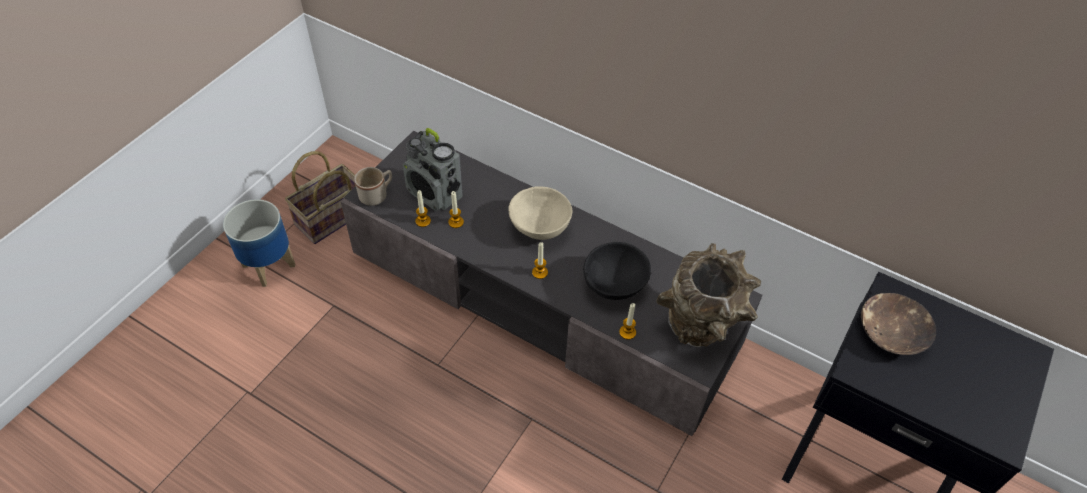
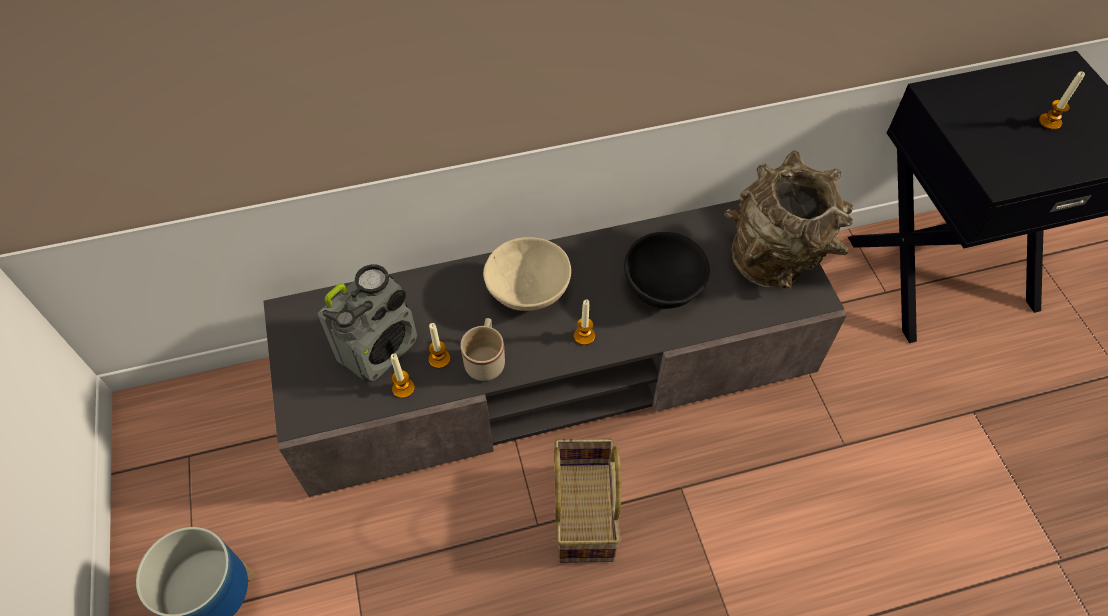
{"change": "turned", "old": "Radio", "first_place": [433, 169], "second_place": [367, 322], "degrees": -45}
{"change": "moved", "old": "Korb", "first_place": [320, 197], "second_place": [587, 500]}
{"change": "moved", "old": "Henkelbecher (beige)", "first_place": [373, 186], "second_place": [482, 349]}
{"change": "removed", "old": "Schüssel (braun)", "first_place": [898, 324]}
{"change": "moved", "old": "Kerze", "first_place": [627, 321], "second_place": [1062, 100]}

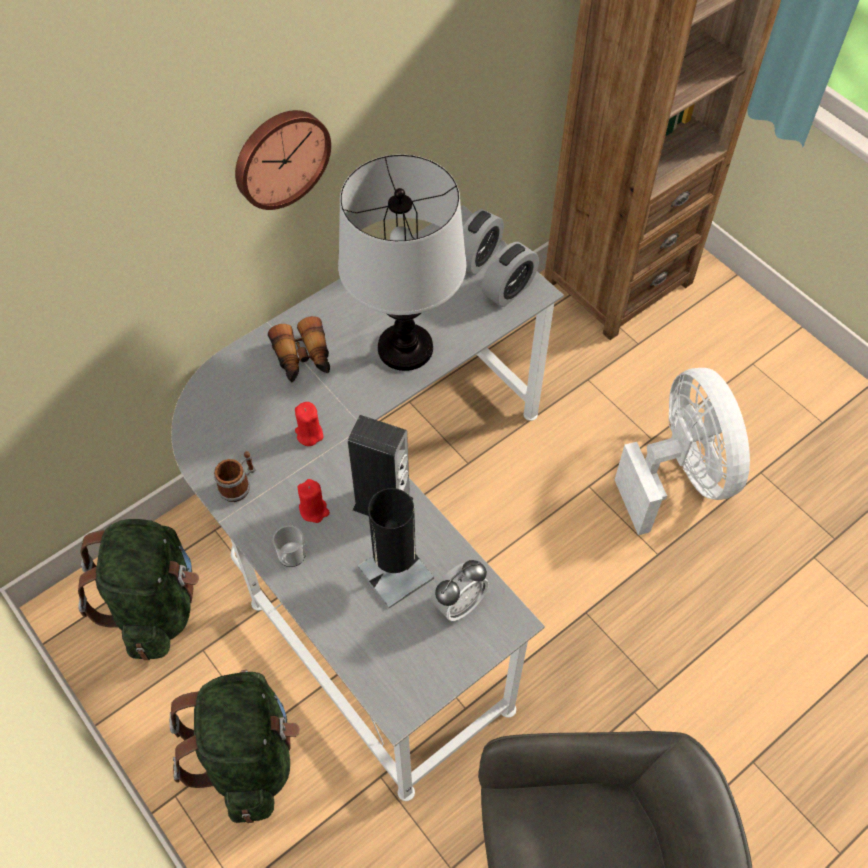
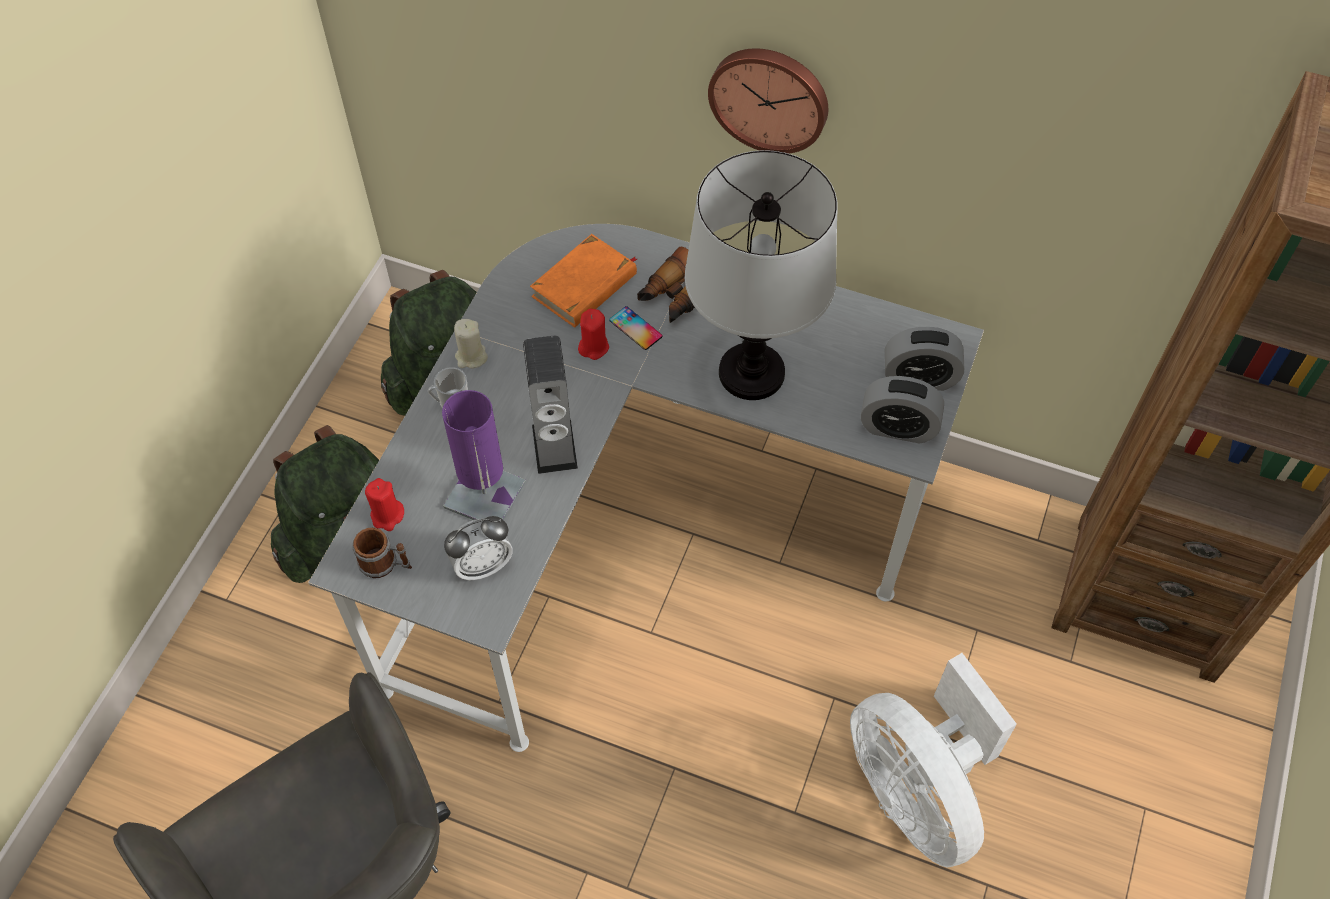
{"change": "turned", "old": "Ventilator (weiß)", "first_place": [682, 451], "second_place": [933, 760], "degrees": 105}
{"change": "moved", "old": "Henkelbecher", "first_place": [234, 476], "second_place": [382, 553]}
{"change": "moved", "old": "Kerze (rot)", "first_place": [314, 501], "second_place": [384, 504]}
{"change": "recoloured", "old": "Tischlampe (schwarz)", "new": "Tischlampe (lila)", "first_place": [396, 548], "second_place": [484, 455]}
{"change": "turned", "old": "Wecker", "first_place": [460, 590], "second_place": [478, 548], "degrees": -45}
{"change": "added", "new": "Buch (orange)", "second_place": [583, 281]}
{"change": "added", "new": "Handy", "second_place": [636, 328]}
{"change": "added", "new": "Kerze (beige)", "second_place": [471, 343]}

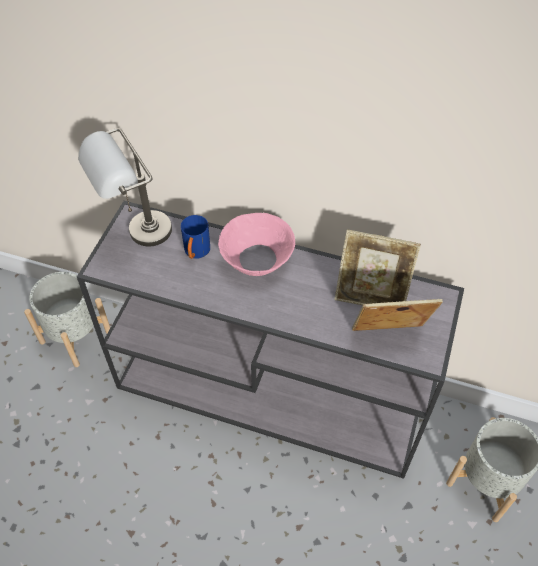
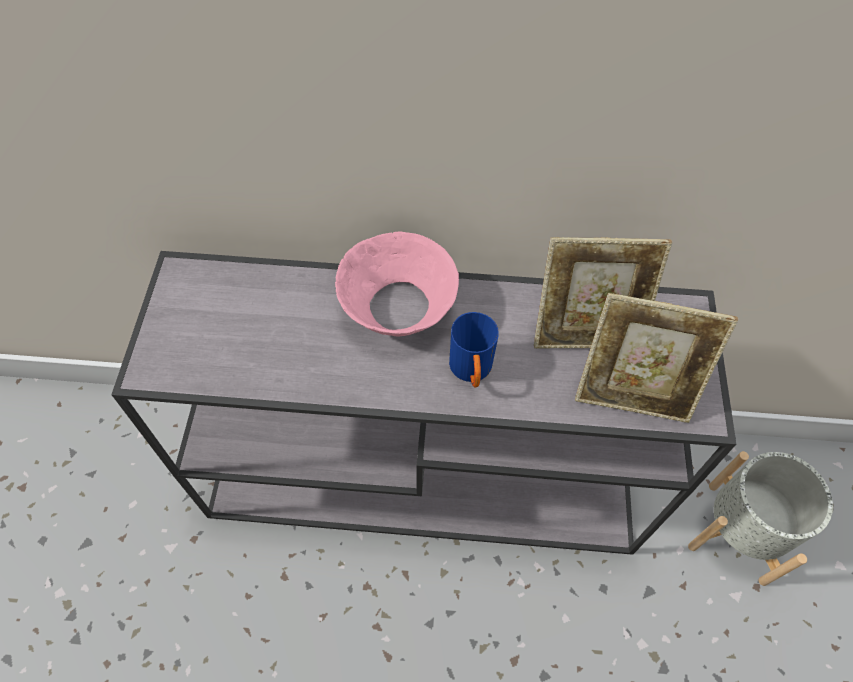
{"change": "removed", "old": "Tischlampe (grau)", "first_place": [125, 187]}
{"change": "moved", "old": "Henkelbecher (blau)", "first_place": [195, 237], "second_place": [474, 349]}
{"change": "removed", "old": "Pflanzkübel (grau)", "first_place": [67, 319]}
{"change": "turned", "old": "Bilderrahmen", "first_place": [397, 315], "second_place": [656, 358], "degrees": -150}

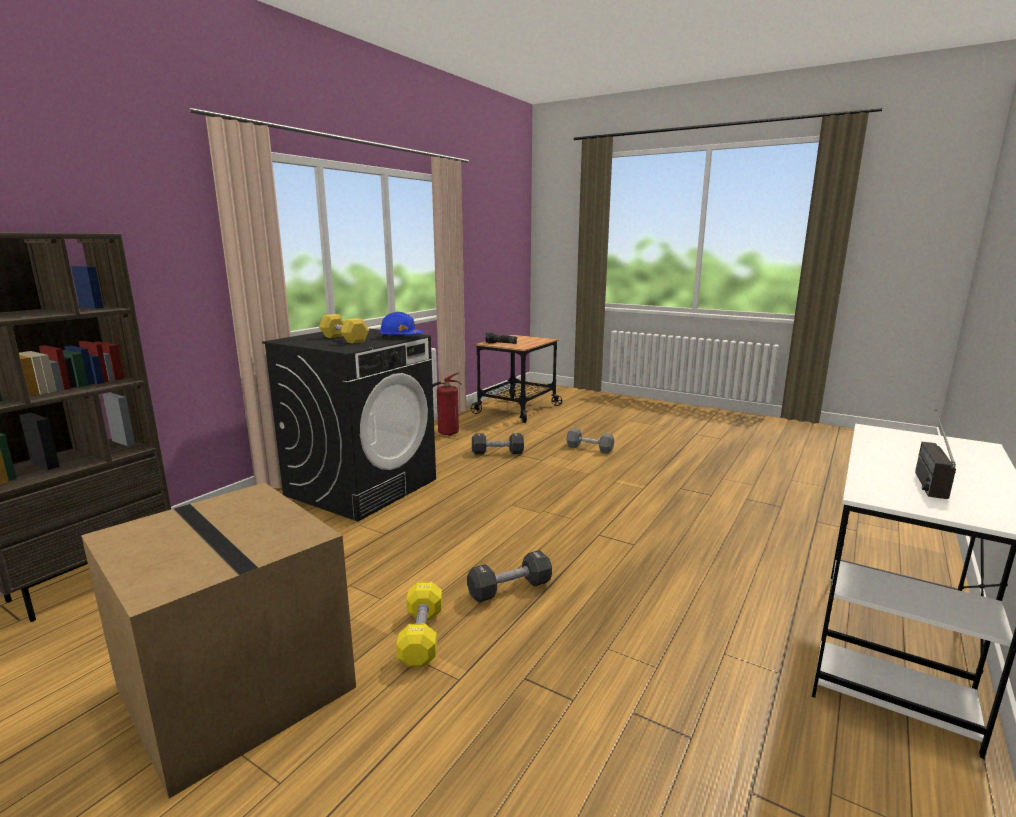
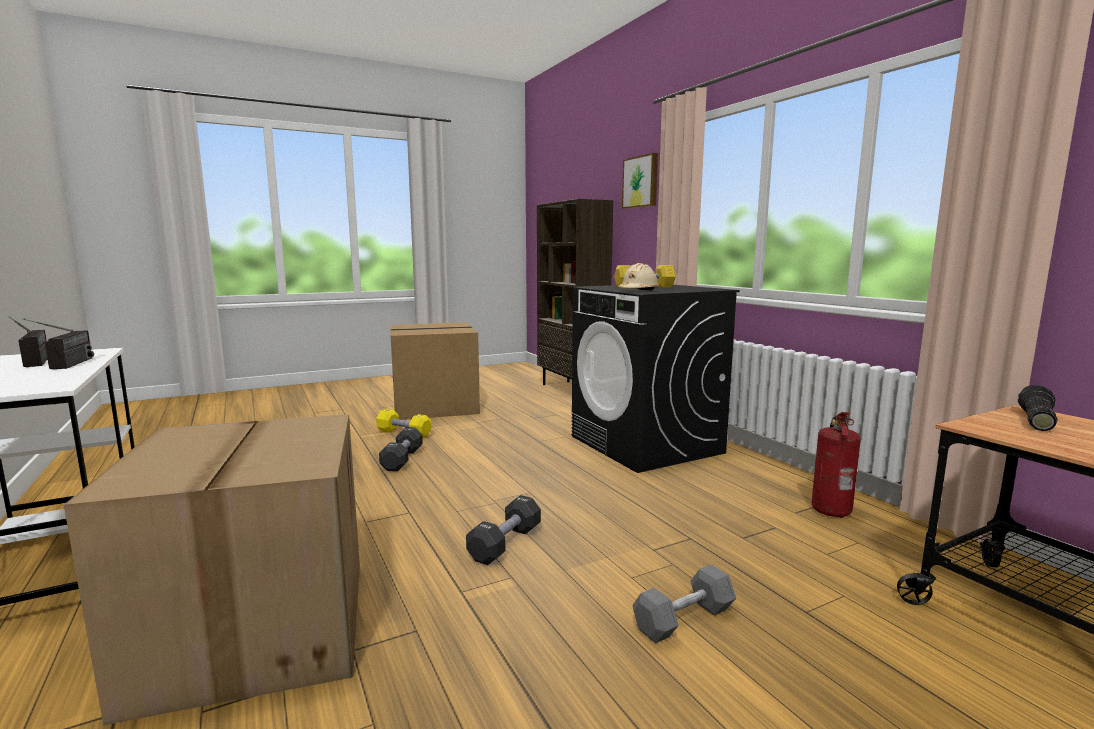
{"change": "recoloured", "old": "Schutzhelm (blau)", "new": "Schutzhelm (beige)", "first_place": [400, 324], "second_place": [638, 277]}
{"change": "moved", "old": "Hantel (schwarz)", "first_place": [498, 443], "second_place": [503, 530]}
{"change": "added", "new": "Bild", "second_place": [640, 181]}
{"change": "added", "new": "Radio", "second_place": [58, 344]}
{"change": "added", "new": "Karton", "second_place": [212, 569]}

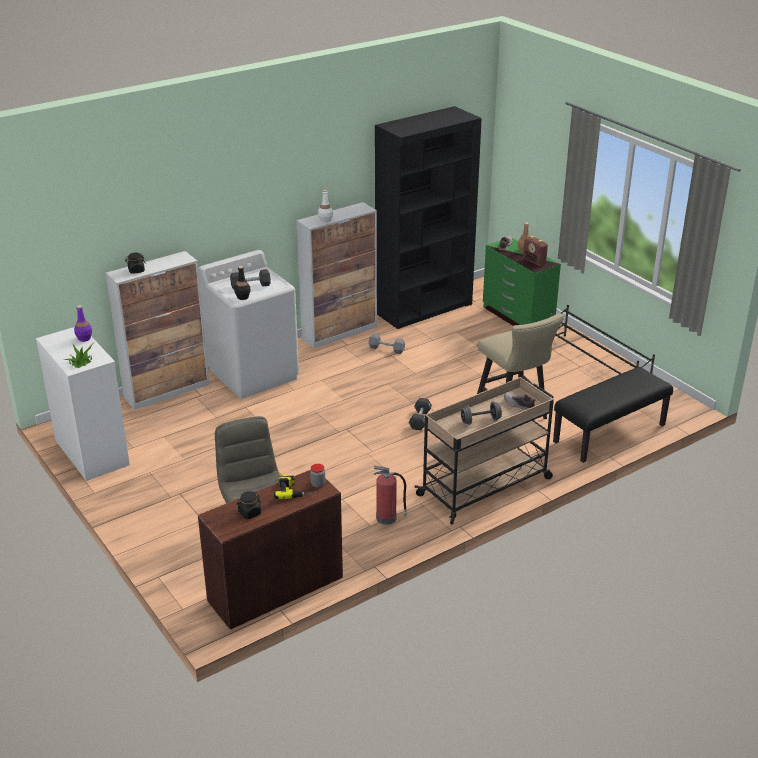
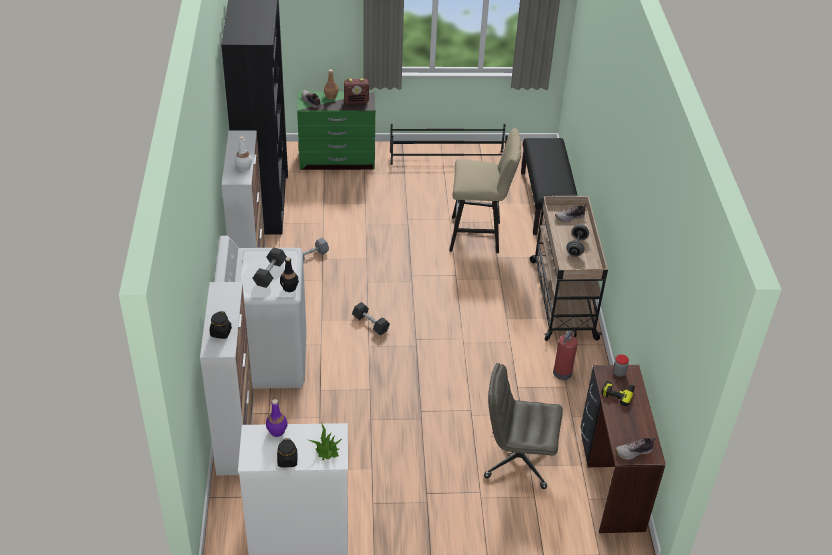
{"change": "moved", "old": "Hantel (schwarz)", "first_place": [420, 414], "second_place": [371, 319]}
{"change": "moved", "old": "Vorratsglas (schwarz)", "first_place": [249, 505], "second_place": [287, 452]}
{"change": "added", "new": "Schuh", "second_place": [635, 449]}

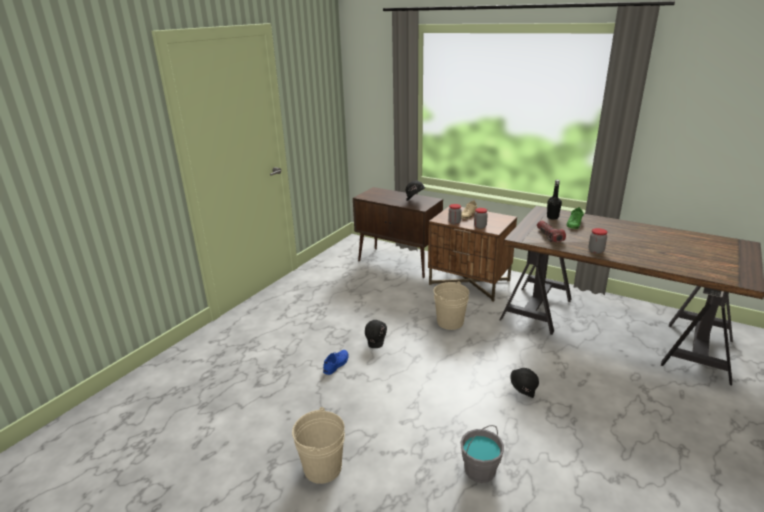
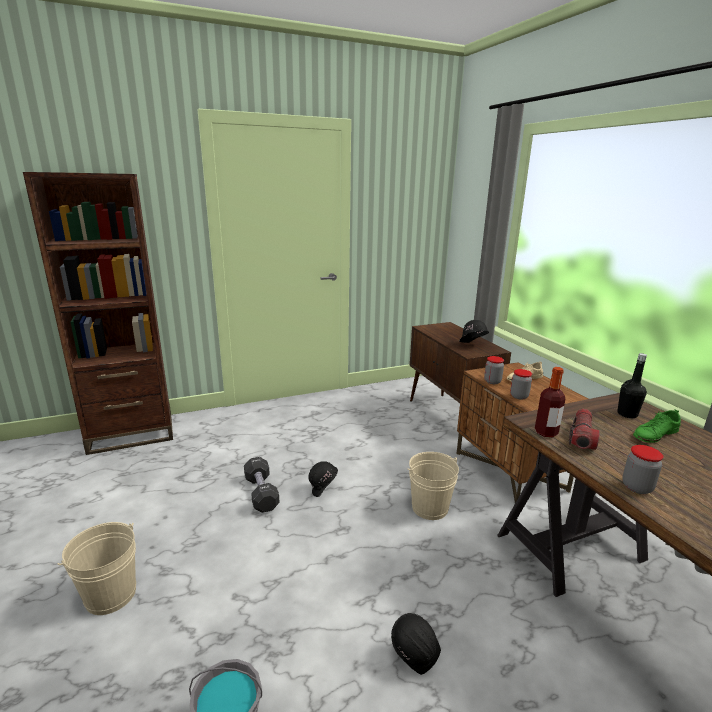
{"change": "replaced", "old": "Schuh (blau)", "new": "Hantel (schwarz)", "first_place": [336, 362], "second_place": [261, 485]}
{"change": "added", "new": "Bücherregal (braun)", "second_place": [98, 313]}
{"change": "added", "new": "Flasche", "second_place": [550, 402]}

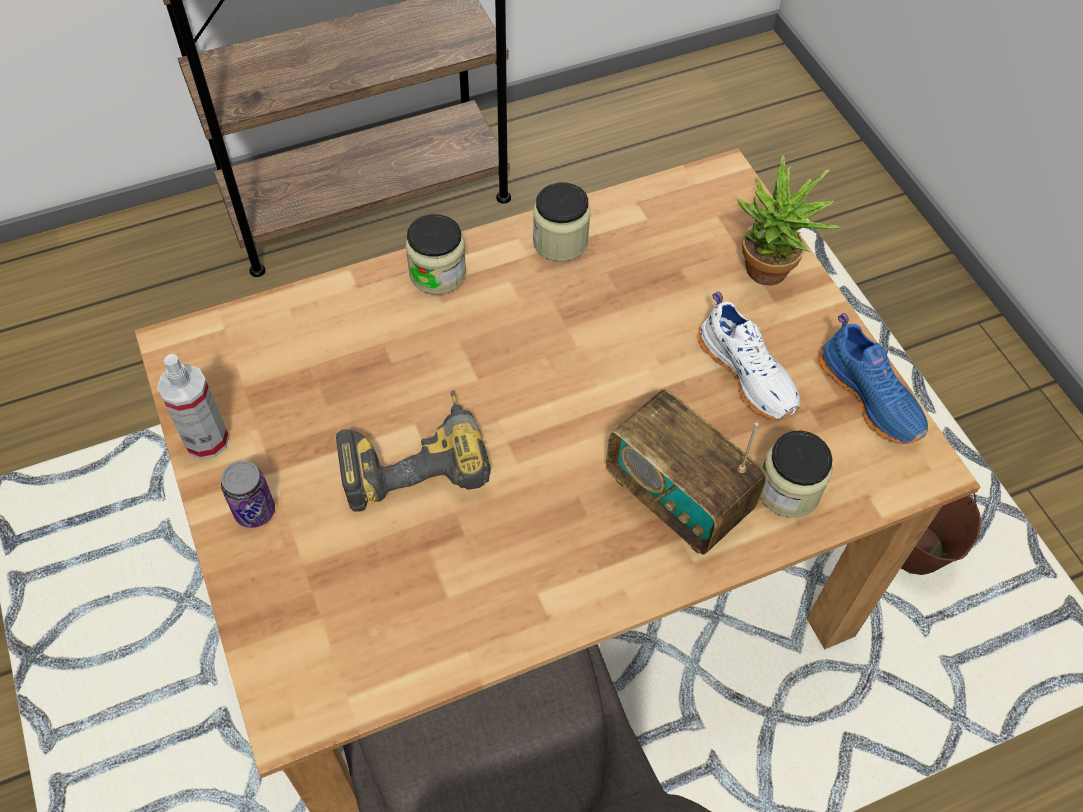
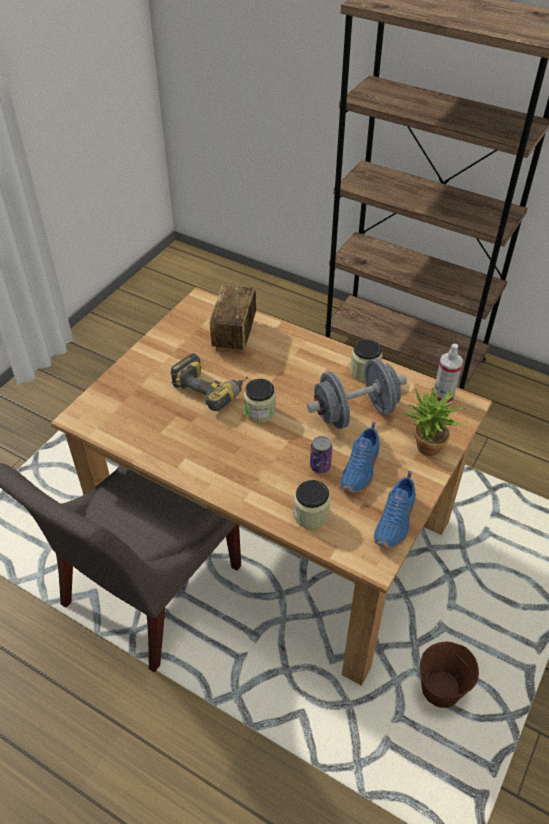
{"change": "moved", "old": "Vorratsglas", "first_place": [436, 254], "second_place": [260, 401]}
{"change": "recoloured", "old": "Schuh (weiß)", "new": "Schuh (blau)", "first_place": [749, 355], "second_place": [360, 457]}
{"change": "moved", "old": "Sprühflasche", "first_place": [193, 407], "second_place": [448, 374]}
{"change": "moved", "old": "Radio", "first_place": [686, 472], "second_place": [233, 319]}
{"change": "moved", "old": "Dose", "first_place": [248, 494], "second_place": [321, 454]}
{"change": "added", "new": "Hantel (grau)", "second_place": [357, 393]}

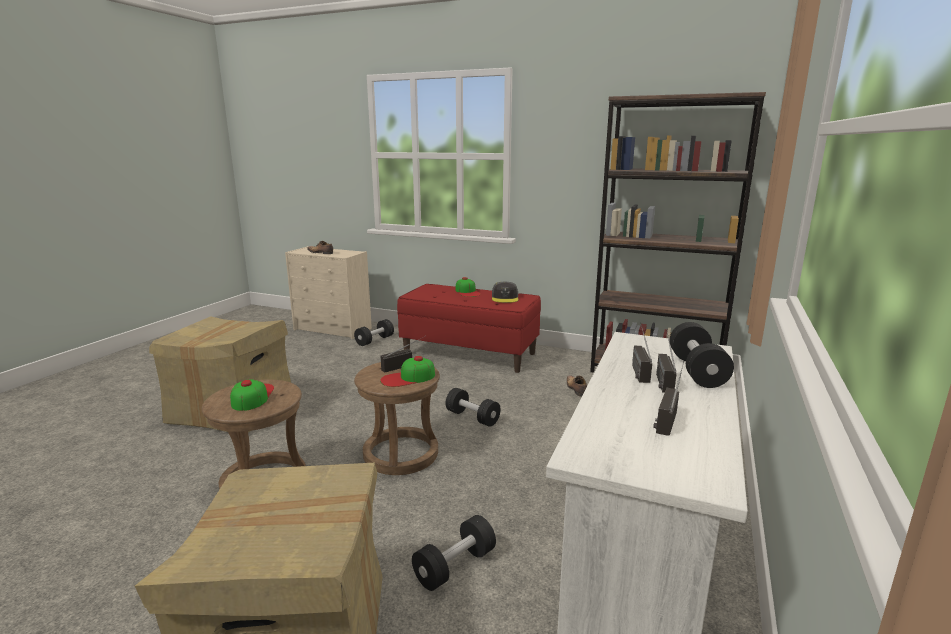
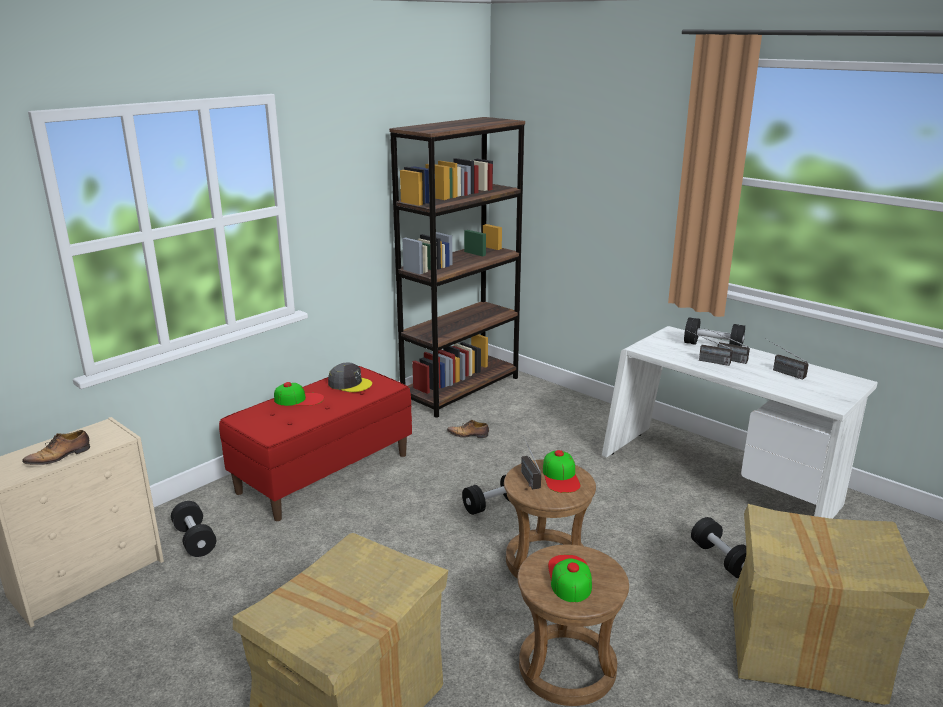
{"change": "turned", "old": "Kappe", "first_place": [252, 395], "second_place": [570, 578], "degrees": 75}

